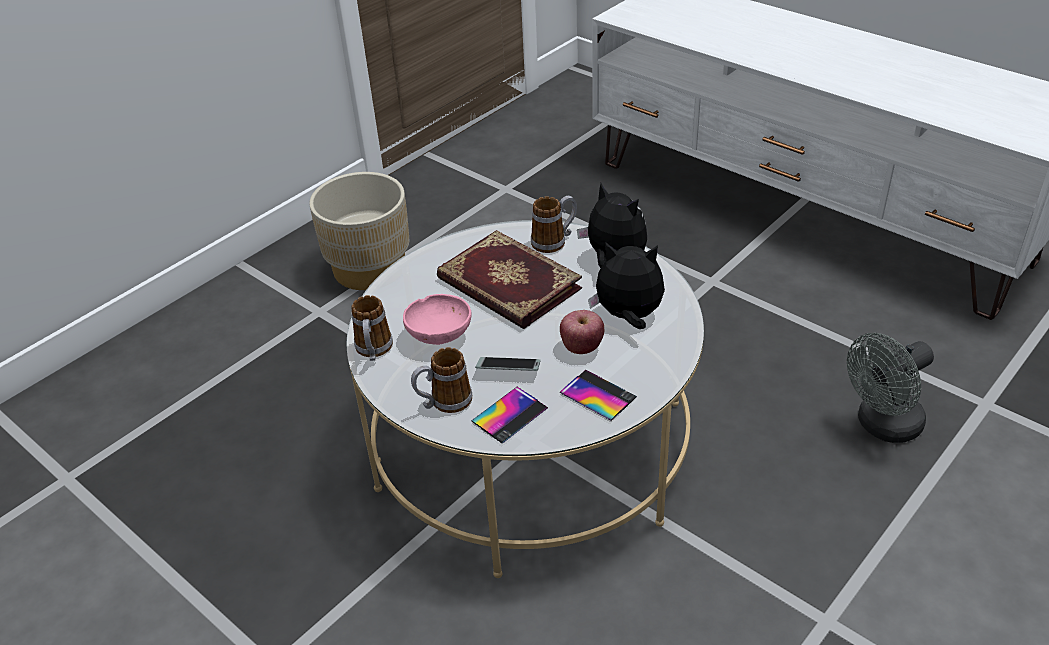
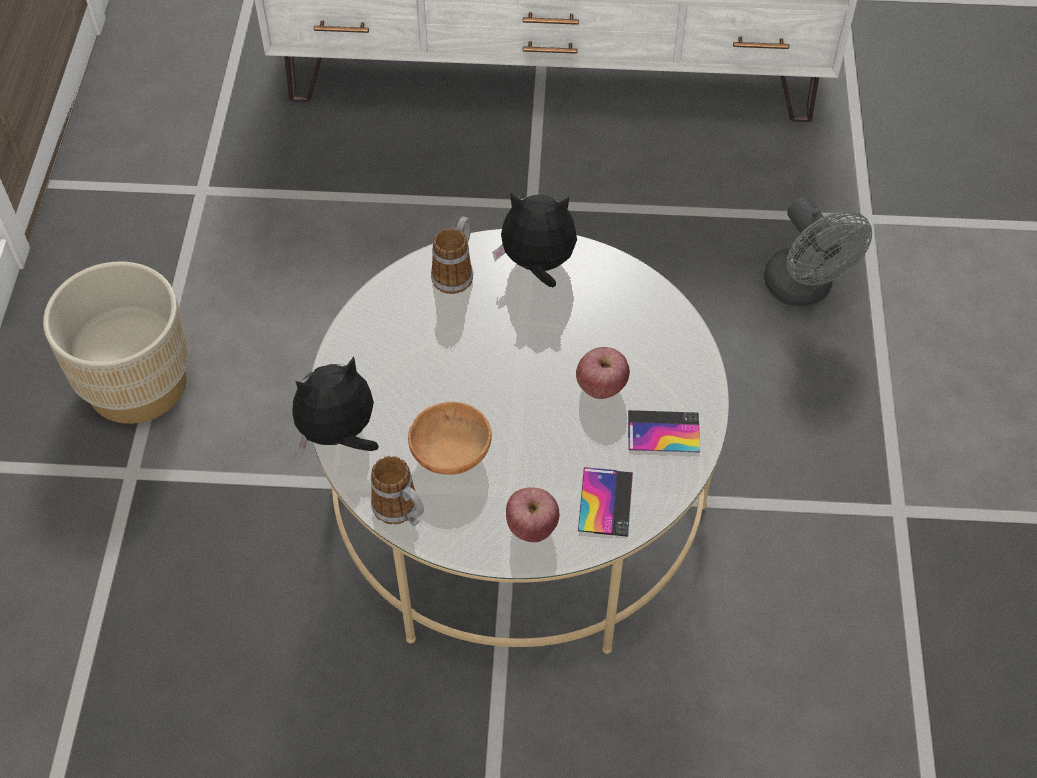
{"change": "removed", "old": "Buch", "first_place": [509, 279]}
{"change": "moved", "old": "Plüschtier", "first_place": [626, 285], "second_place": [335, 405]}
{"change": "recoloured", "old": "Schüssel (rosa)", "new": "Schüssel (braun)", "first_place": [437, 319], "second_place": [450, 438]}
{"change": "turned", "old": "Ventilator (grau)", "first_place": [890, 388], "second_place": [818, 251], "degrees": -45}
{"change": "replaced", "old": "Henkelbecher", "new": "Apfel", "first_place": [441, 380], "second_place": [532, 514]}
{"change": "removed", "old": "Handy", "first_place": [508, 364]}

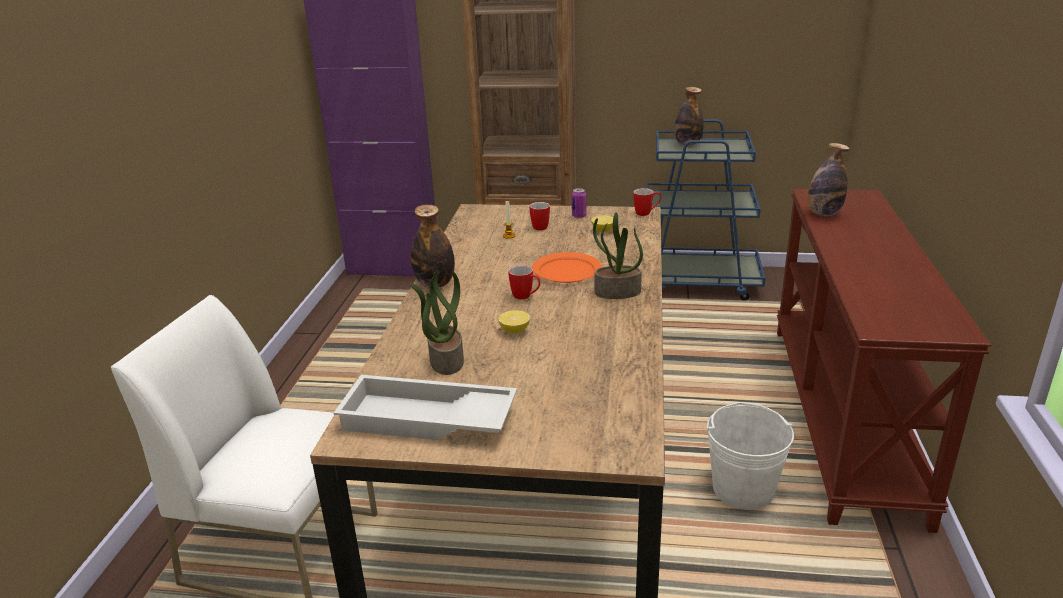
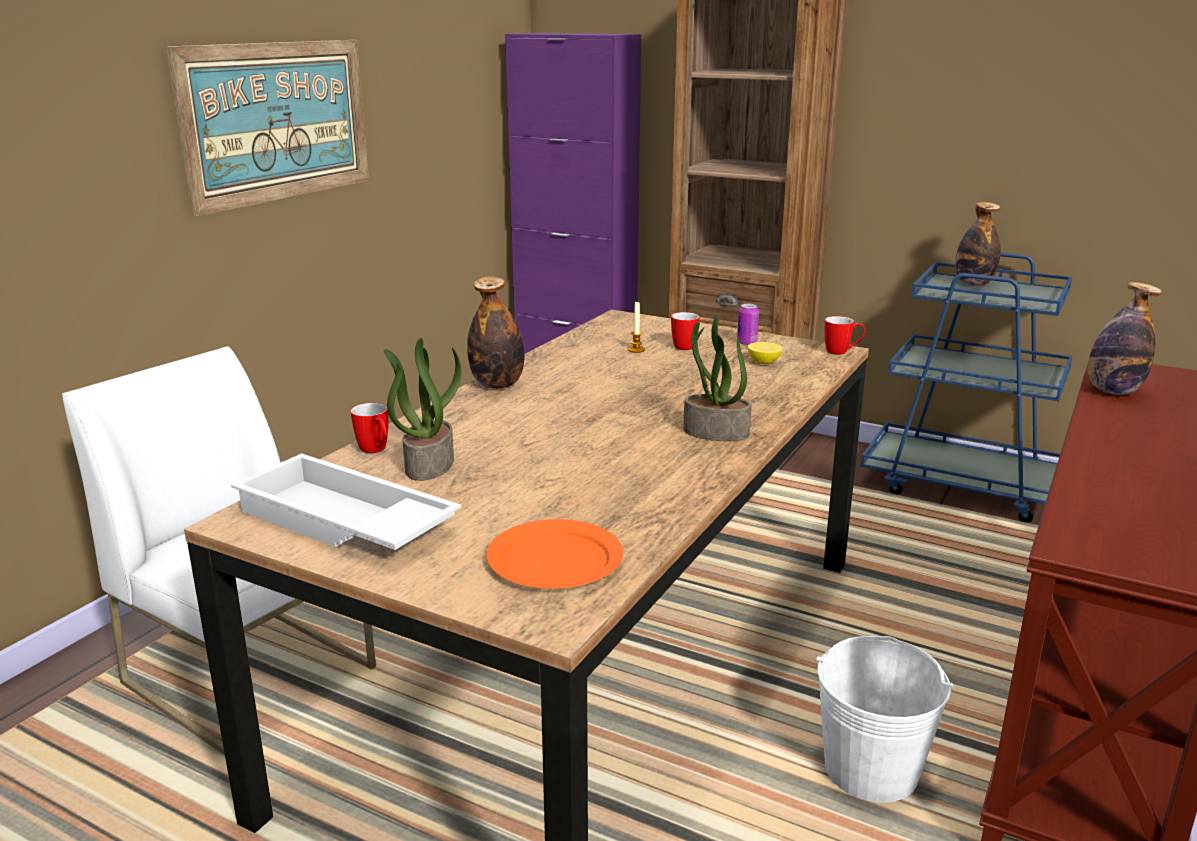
{"change": "moved", "old": "Teller (orange)", "first_place": [567, 267], "second_place": [554, 554]}
{"change": "moved", "old": "Henkelbecher", "first_place": [524, 282], "second_place": [369, 428]}
{"change": "removed", "old": "Zitrone", "first_place": [514, 322]}
{"change": "added", "new": "Bild", "second_place": [267, 128]}

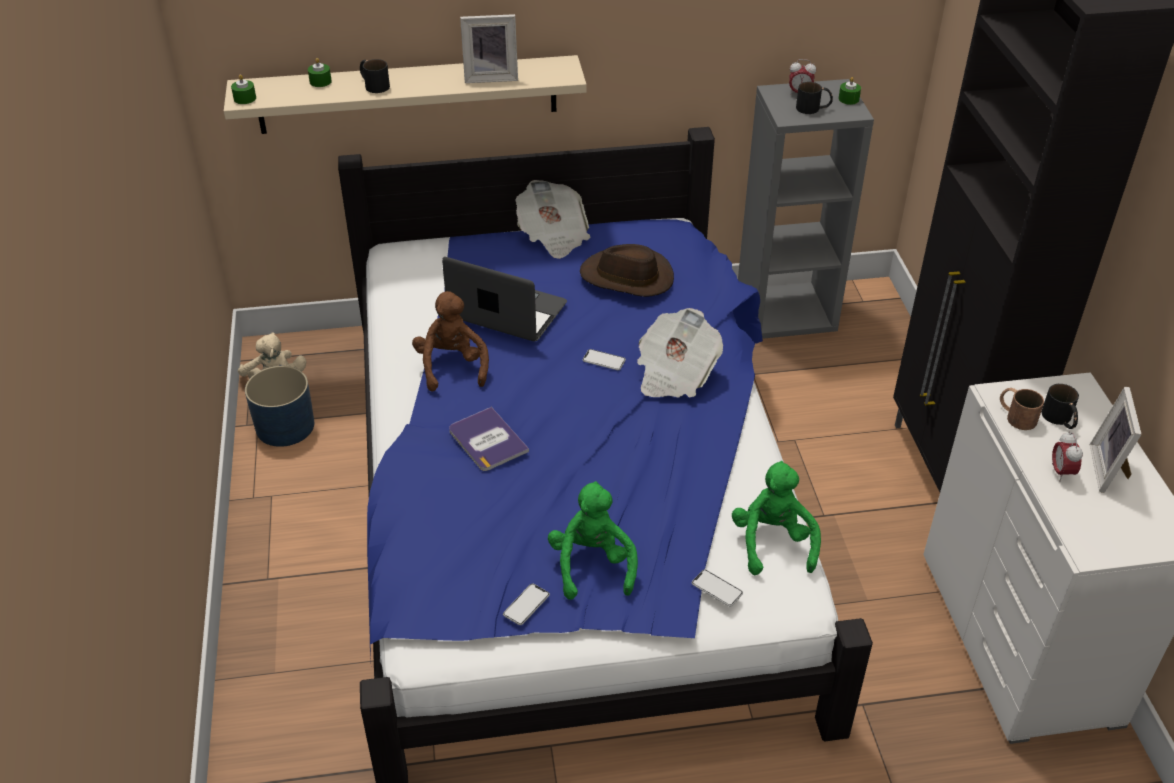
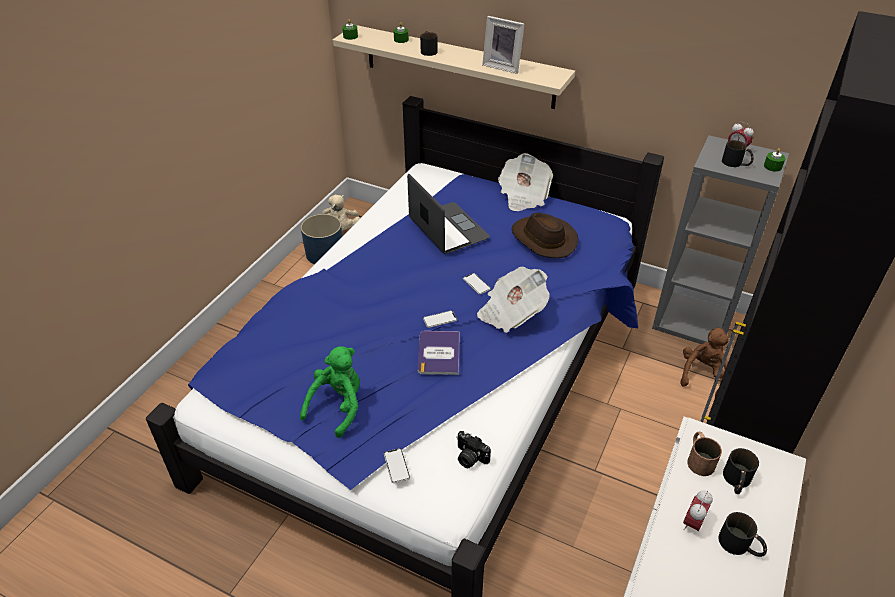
{"change": "moved", "old": "Plüschtier (braun)", "first_place": [450, 341], "second_place": [704, 362]}
{"change": "replaced", "old": "Bilderrahmen", "new": "Henkelbecher (schwarz)", "first_place": [1116, 440], "second_place": [742, 534]}
{"change": "moved", "old": "Buch", "first_place": [489, 439], "second_place": [438, 353]}
{"change": "replaced", "old": "Plüschtier (grün)", "new": "Kamera", "first_place": [776, 518], "second_place": [473, 449]}
{"change": "moved", "old": "Handy", "first_place": [526, 604], "second_place": [440, 319]}

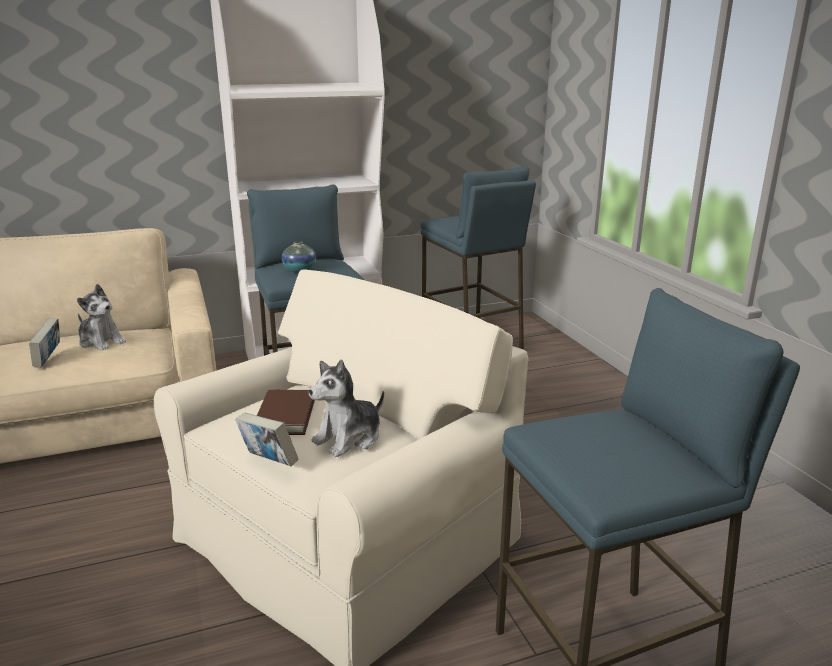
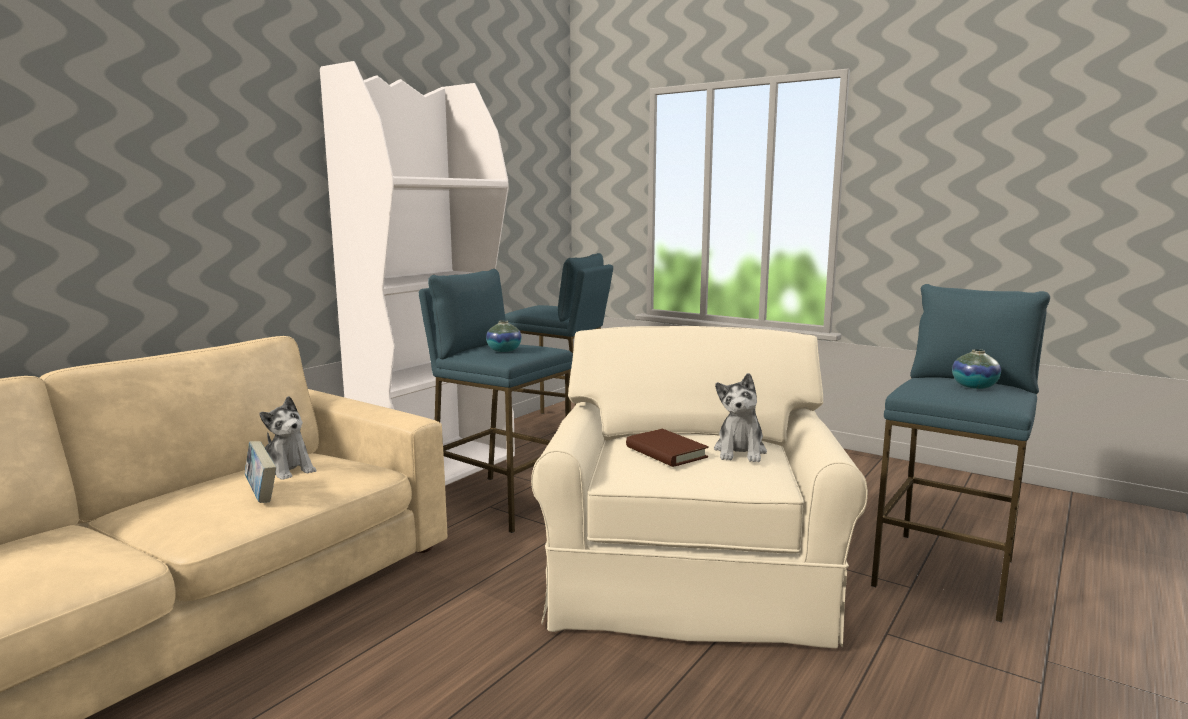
{"change": "turned", "old": "Plüschtier", "first_place": [101, 317], "second_place": [287, 438], "degrees": 45}
{"change": "removed", "old": "Buch", "first_place": [266, 439]}
{"change": "added", "new": "Vase", "second_place": [976, 369]}

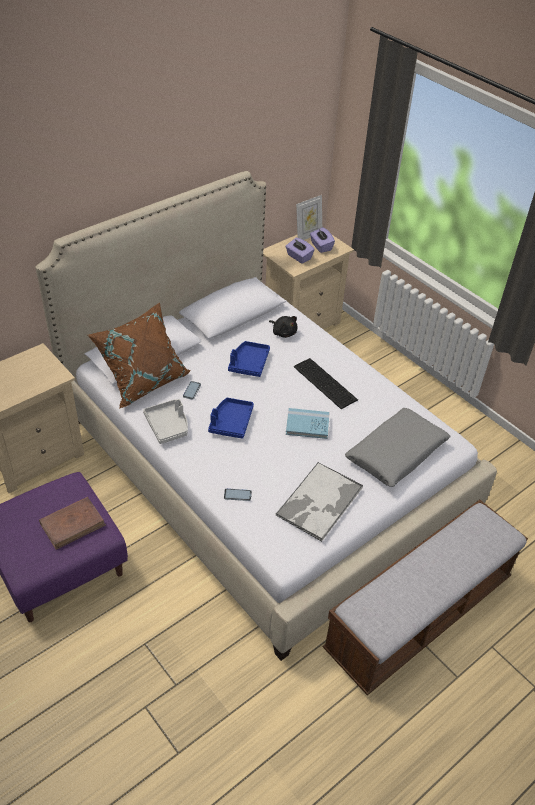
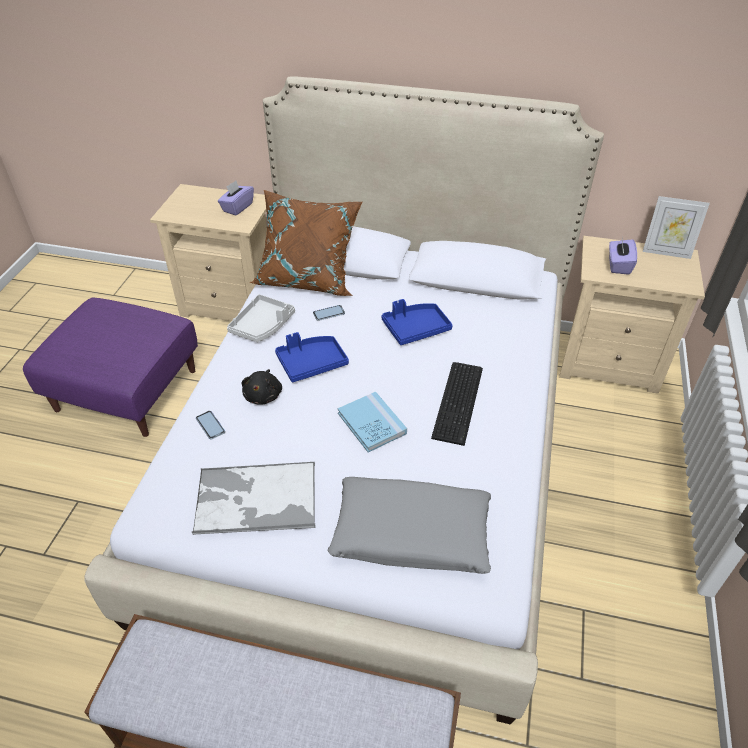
{"change": "moved", "old": "Taschentuchbox (lila)", "first_place": [322, 240], "second_place": [236, 198]}
{"change": "moved", "old": "Plüschtier (schwarz)", "first_place": [283, 327], "second_place": [262, 387]}
{"change": "removed", "old": "Buch (braun)", "first_place": [72, 523]}

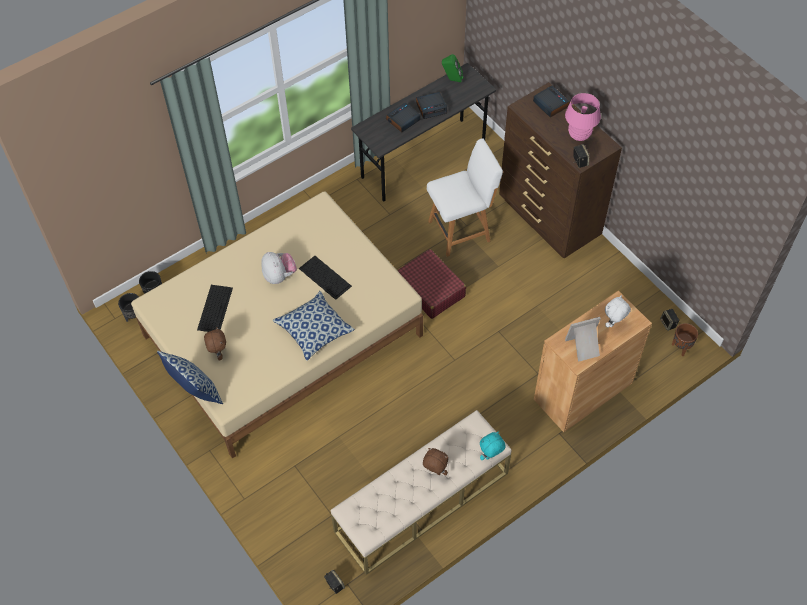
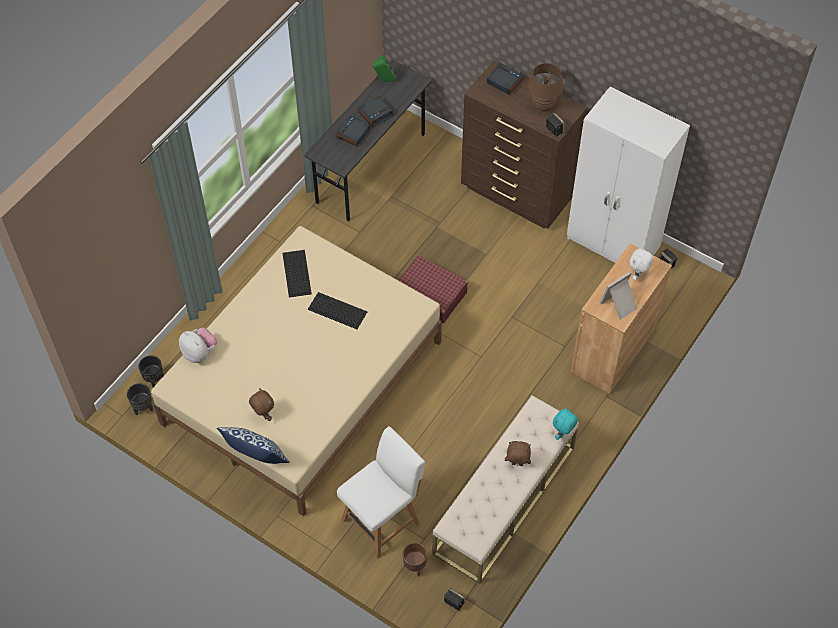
{"change": "recoloured", "old": "Tischlampe (rosa)", "new": "Tischlampe (braun)", "first_place": [583, 117], "second_place": [545, 87]}
{"change": "moved", "old": "Stuhl (weiß)", "first_place": [465, 197], "second_place": [381, 492]}
{"change": "moved", "old": "Plüschtier", "first_place": [279, 268], "second_place": [198, 345]}
{"change": "moved", "old": "Tastatur", "first_place": [215, 308], "second_place": [297, 273]}
{"change": "removed", "old": "Kissen", "first_place": [314, 326]}
{"change": "moved", "old": "Pflanzkübel (braun)", "first_place": [685, 339], "second_place": [414, 559]}
{"change": "added", "new": "Kleiderschrank (weiß)", "second_place": [628, 175]}

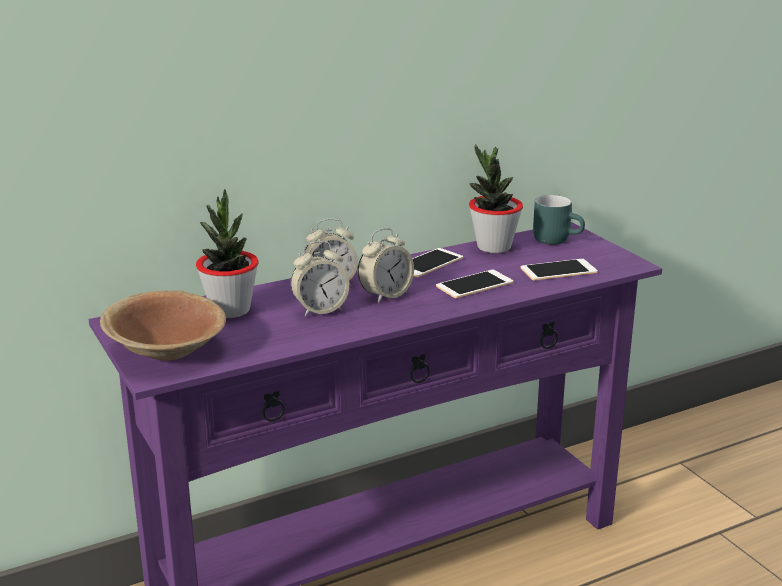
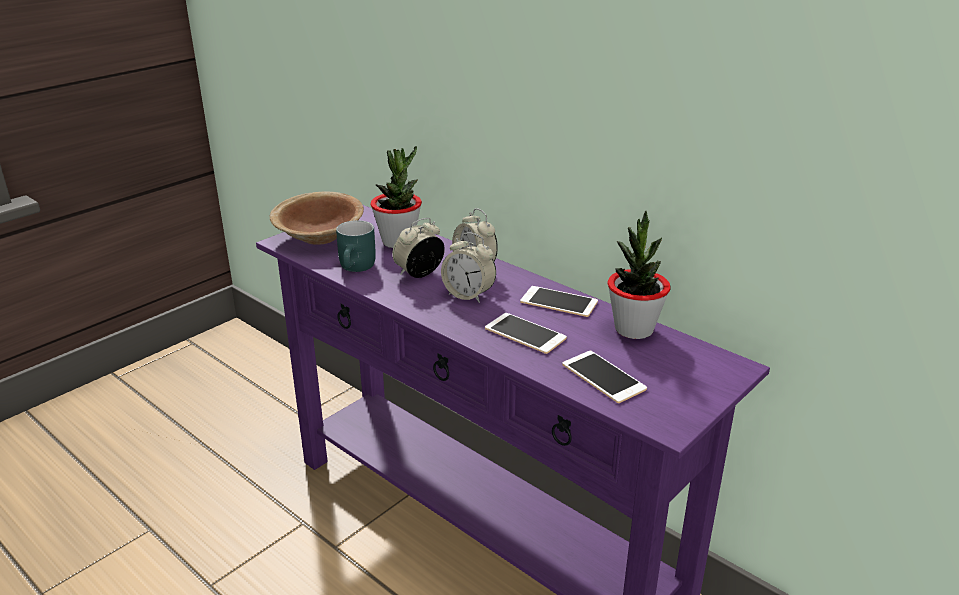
{"change": "moved", "old": "Henkelbecher (türkis)", "first_place": [559, 219], "second_place": [356, 246]}
{"change": "turned", "old": "Wecker", "first_place": [320, 279], "second_place": [418, 248], "degrees": 90}

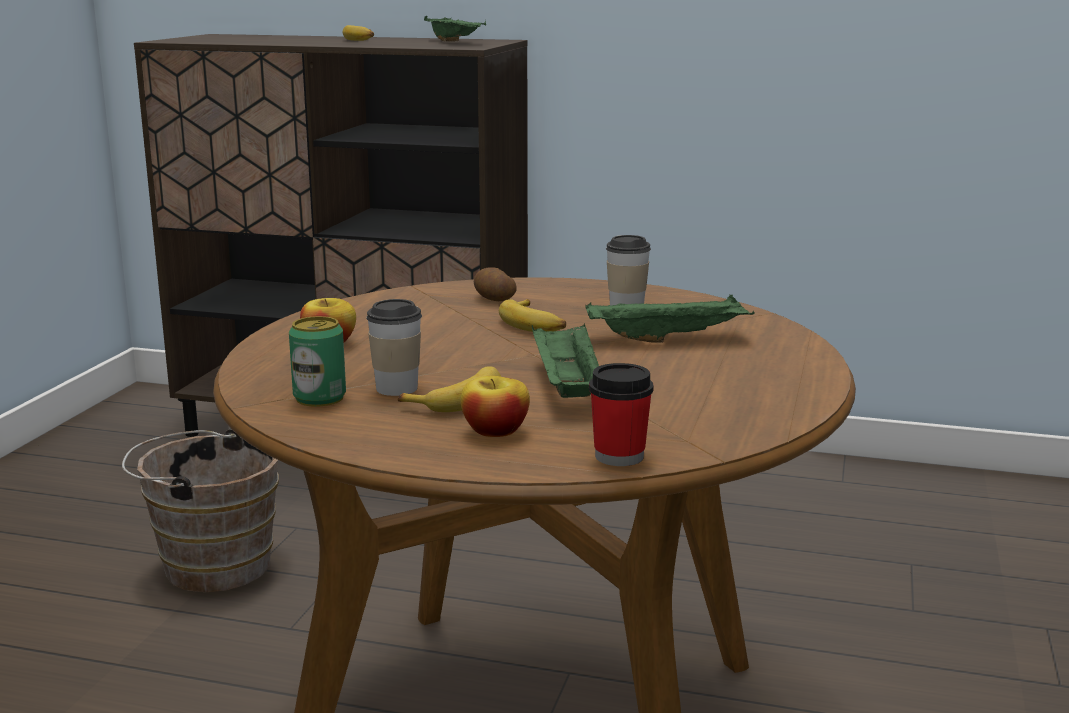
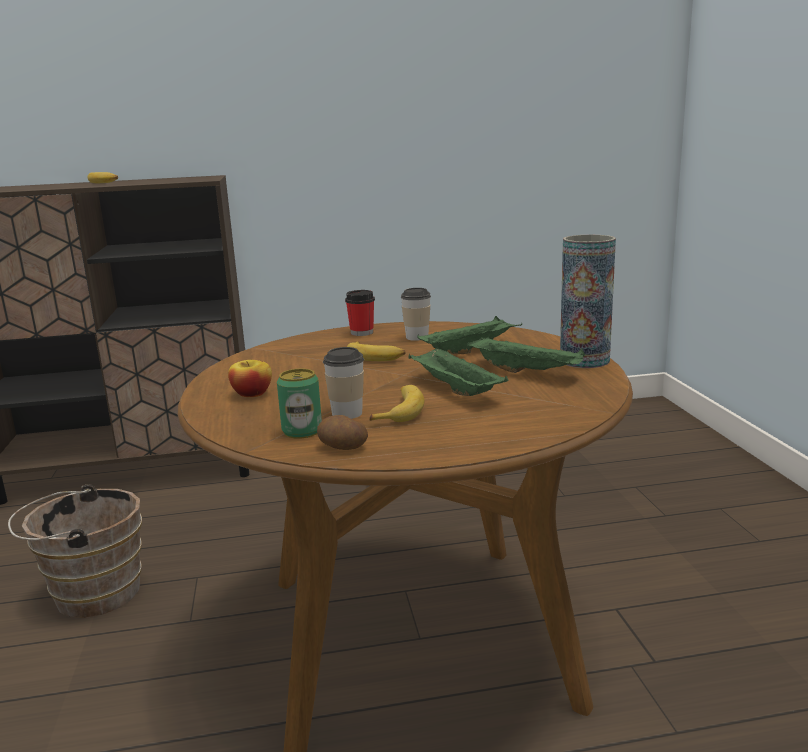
{"change": "moved", "old": "Tablett (grün)", "first_place": [455, 29], "second_place": [526, 355]}
{"change": "moved", "old": "Kartoffel", "first_place": [495, 284], "second_place": [342, 432]}
{"change": "moved", "old": "Tasse", "first_place": [621, 414], "second_place": [360, 313]}
{"change": "removed", "old": "Apfel", "first_place": [495, 406]}
{"change": "added", "new": "Vase", "second_place": [588, 301]}

